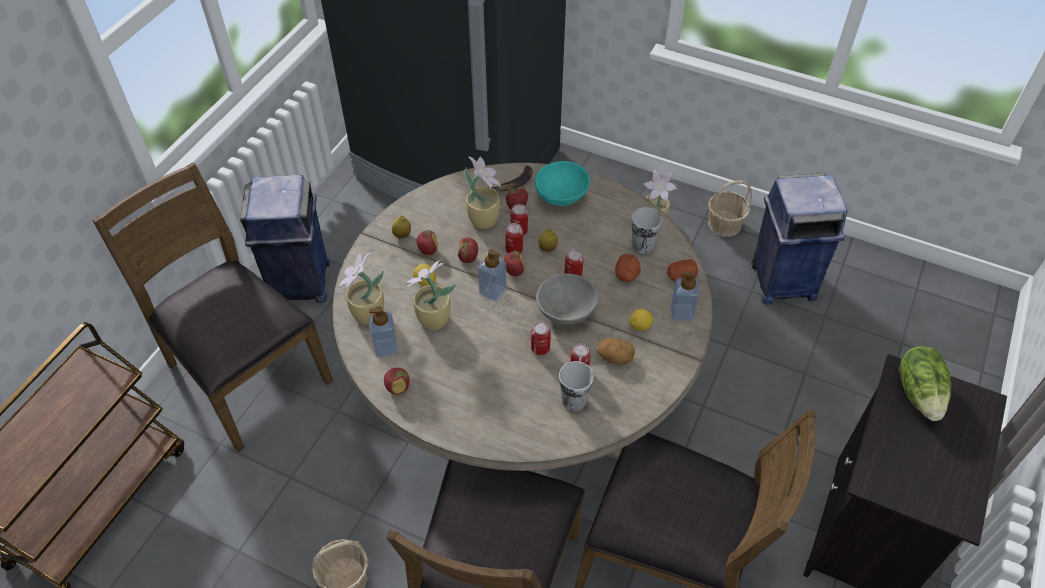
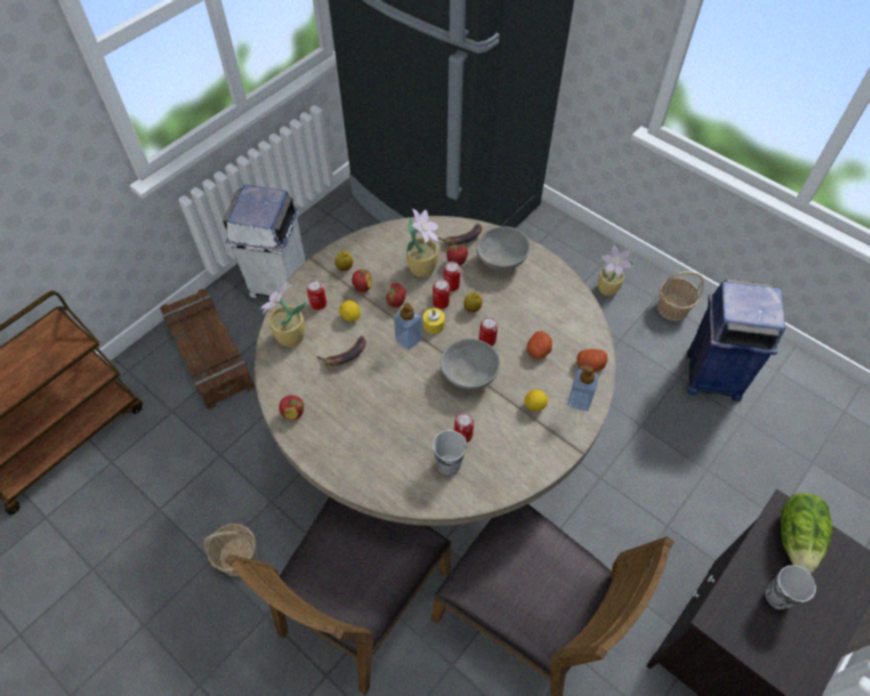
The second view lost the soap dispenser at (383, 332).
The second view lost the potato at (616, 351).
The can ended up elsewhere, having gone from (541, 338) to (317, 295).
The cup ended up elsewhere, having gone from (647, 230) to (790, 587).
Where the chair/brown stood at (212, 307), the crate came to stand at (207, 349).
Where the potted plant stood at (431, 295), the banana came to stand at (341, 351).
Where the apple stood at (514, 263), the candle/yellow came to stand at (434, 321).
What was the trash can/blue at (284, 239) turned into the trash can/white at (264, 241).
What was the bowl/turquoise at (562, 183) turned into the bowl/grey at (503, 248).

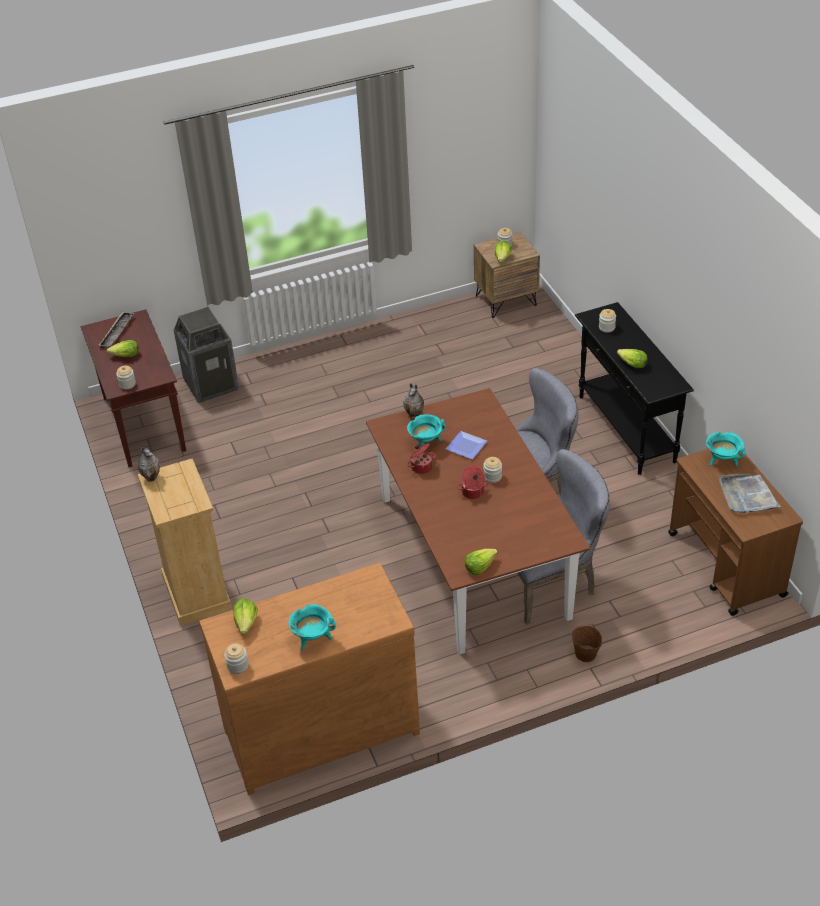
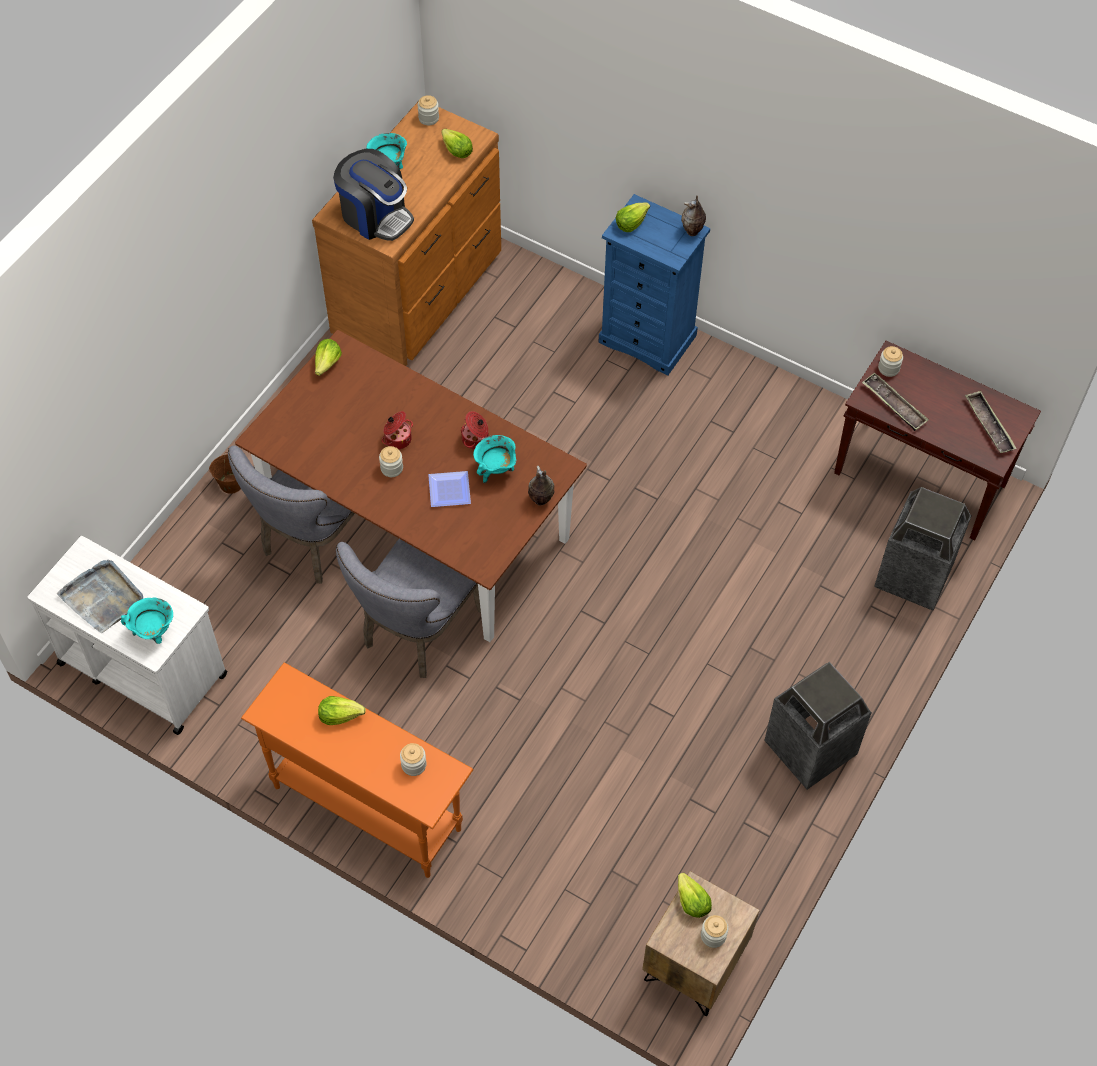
The second view gained the coffee machine at (373, 195).
The second view gained the trash can at (818, 725).
The second view gained the tray at (895, 401).
The lettuce ended up elsewhere, having gone from (122, 348) to (633, 217).
What was the dresser/beige at (185, 542) turned into the dresser/blue at (654, 284).
What was the console table/black at (634, 388) turned into the console table/orange at (357, 770).
What was the cart/brown at (735, 532) turned into the cart/white at (128, 635).

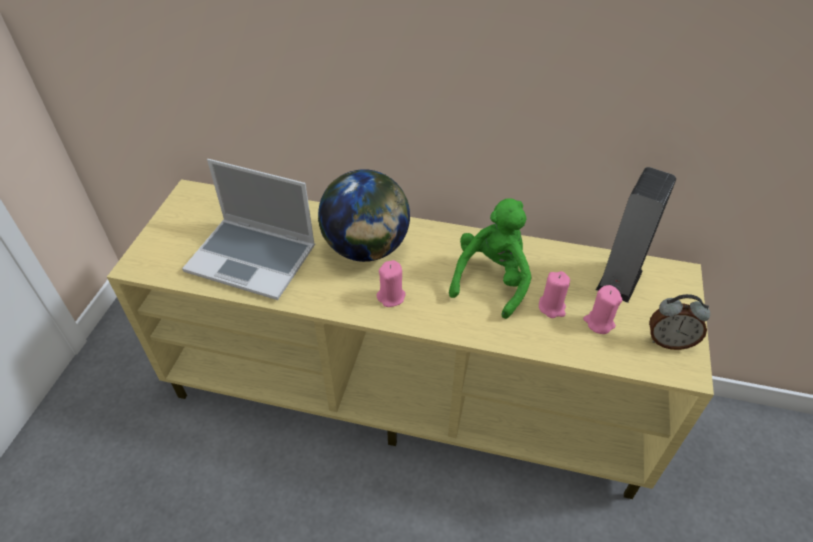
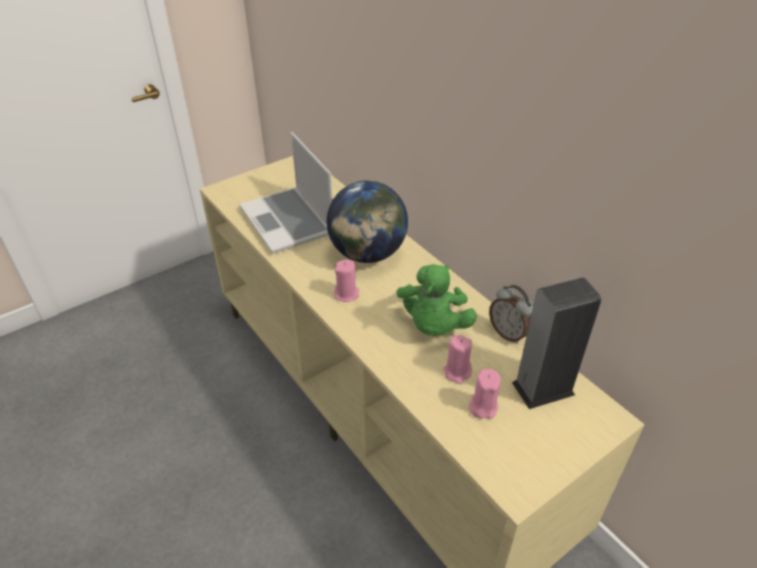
The alarm clock ended up elsewhere, having gone from (679, 322) to (511, 314).
The plush toy/green at (490, 258) ended up facing another way, 120 degrees clockwise from before.

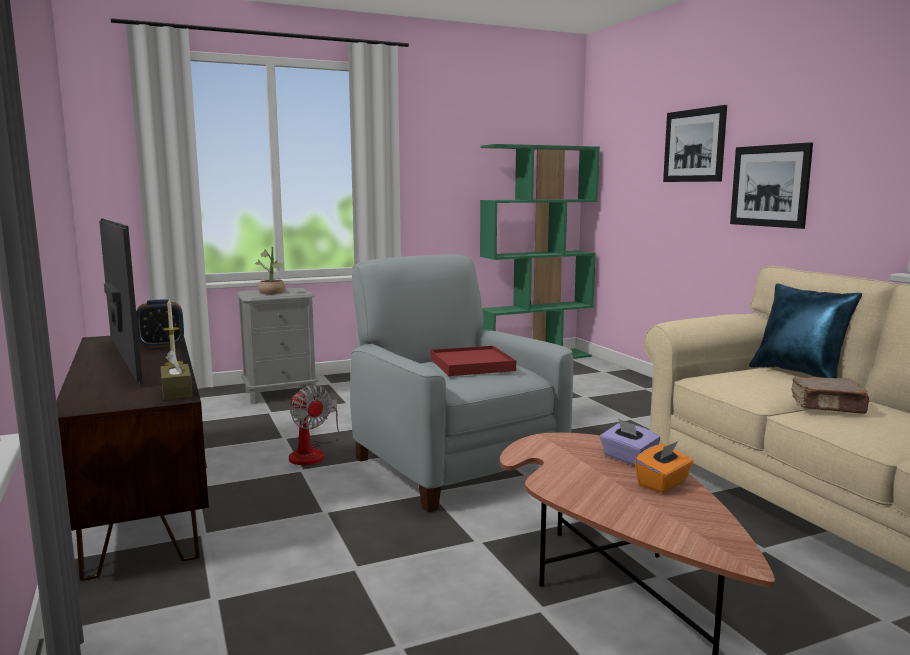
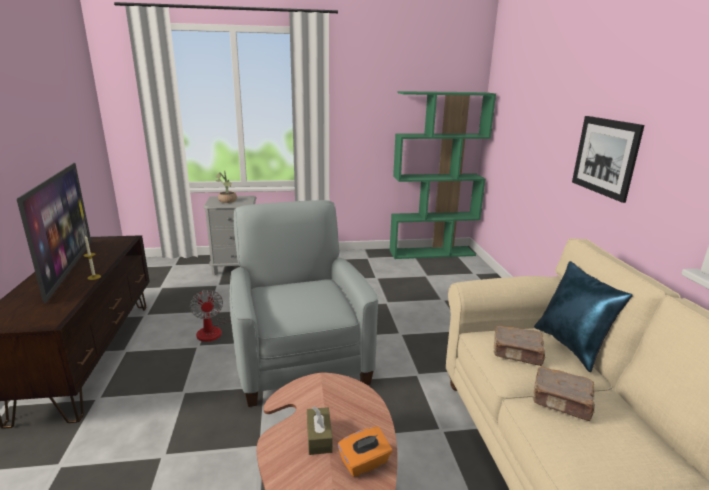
The second view lost the alarm clock at (160, 323).
The second view lost the tray/red at (473, 361).
The second view lost the tissue box/purple at (630, 442).
The second view lost the picture at (695, 143).
The second view gained the book/brown at (519, 345).
The tissue box/brown ended up elsewhere, having gone from (177, 375) to (320, 430).

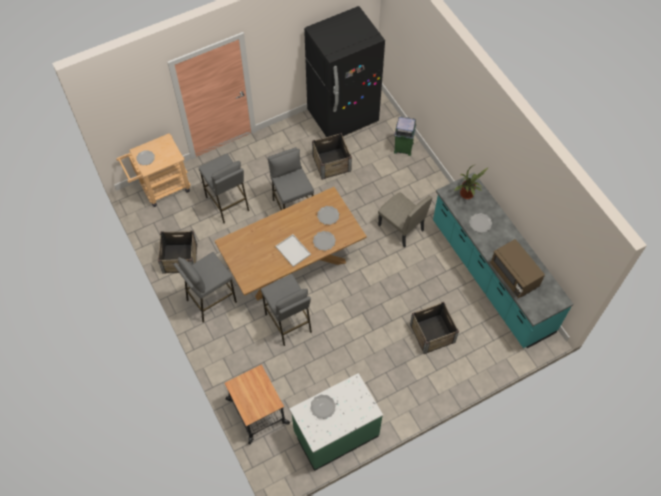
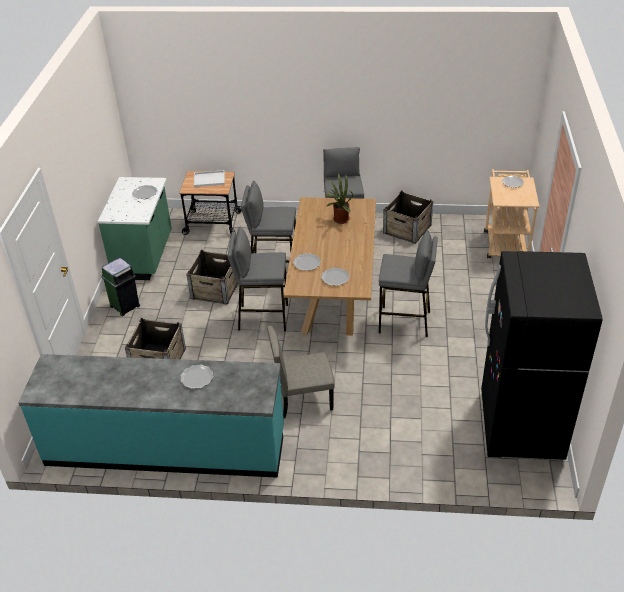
The second view lost the microwave/brown at (517, 268).
The stool/grey ended up elsewhere, having gone from (223, 189) to (258, 279).
The tray/white ended up elsewhere, having gone from (293, 250) to (209, 178).
The crate ended up elsewhere, having gone from (332, 156) to (212, 277).
The trash can/green ended up elsewhere, having gone from (405, 136) to (120, 287).
The potted plant ended up elsewhere, having gone from (471, 181) to (338, 199).

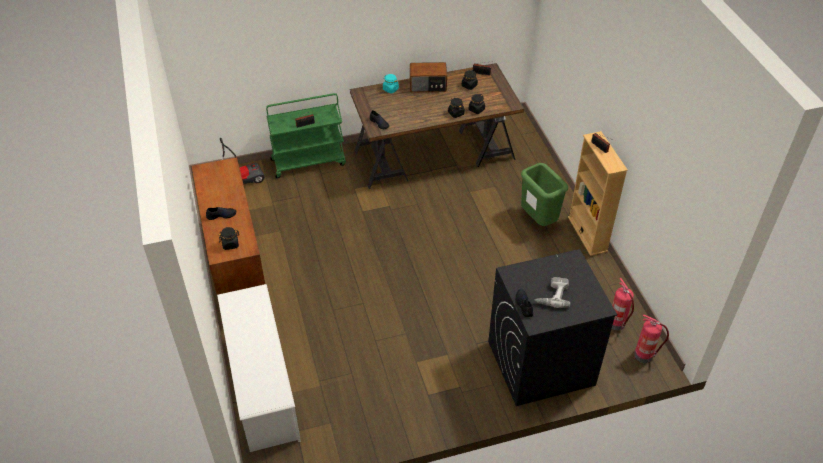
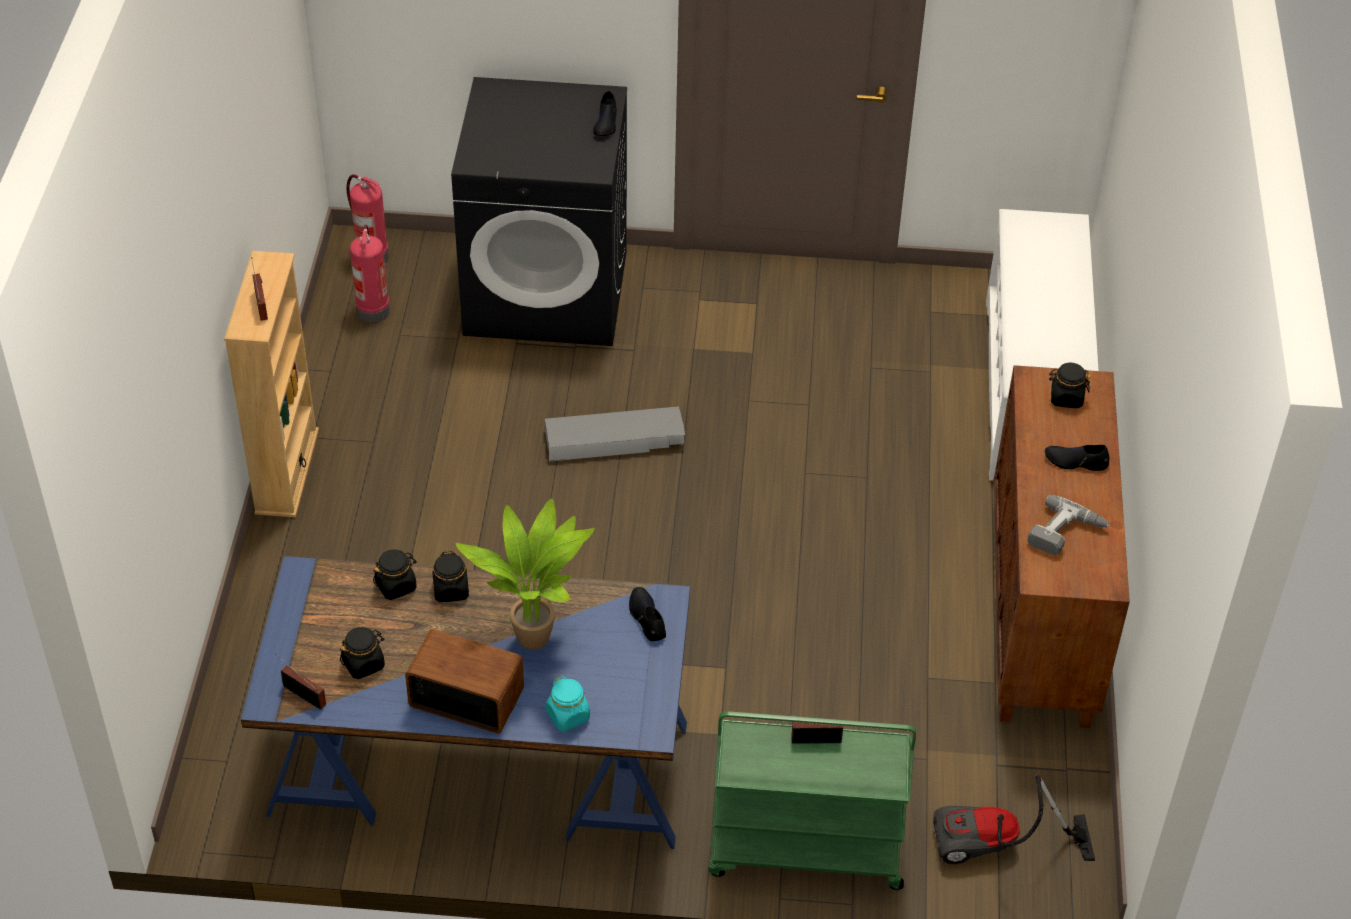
The second view lost the trash can/green at (544, 194).
The second view gained the potted plant at (525, 574).
The second view gained the storage box/grey at (615, 434).
The power drill ended up elsewhere, having gone from (552, 292) to (1068, 524).
What was the desk/brown at (437, 126) turned into the desk/blue at (465, 702).

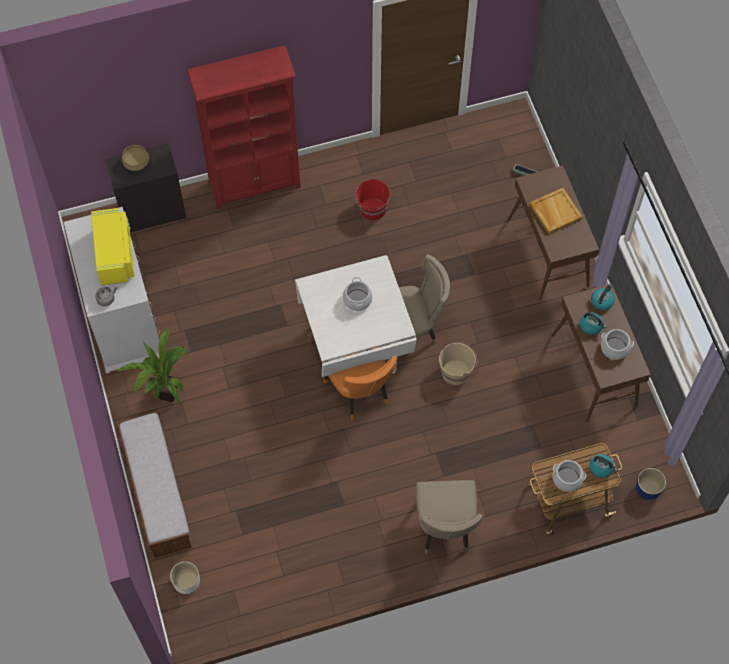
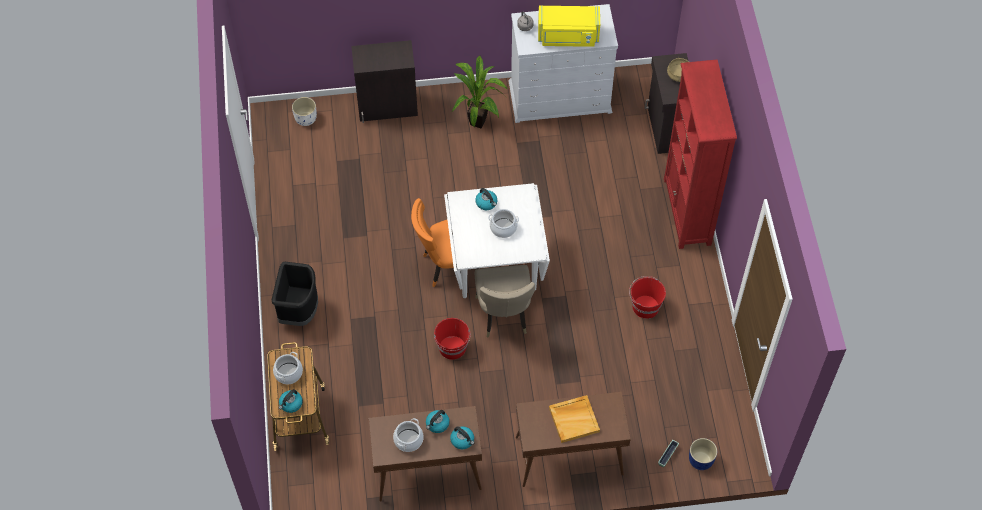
The second view gained the kettle at (486, 199).
The planter/blue ended up elsewhere, having gone from (651, 484) to (703, 454).
Where the bench stood at (155, 486), the cabinet/black came to stand at (384, 81).
Where the chair/beige stood at (449, 517), the trash can/black came to stand at (295, 294).
What was the bucket/beige at (458, 363) turned into the bucket/red at (452, 339).

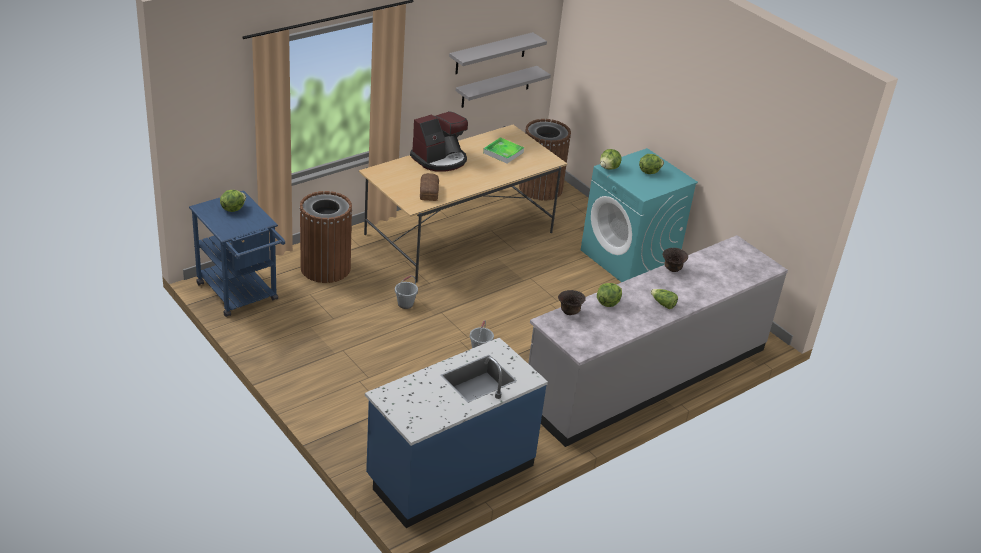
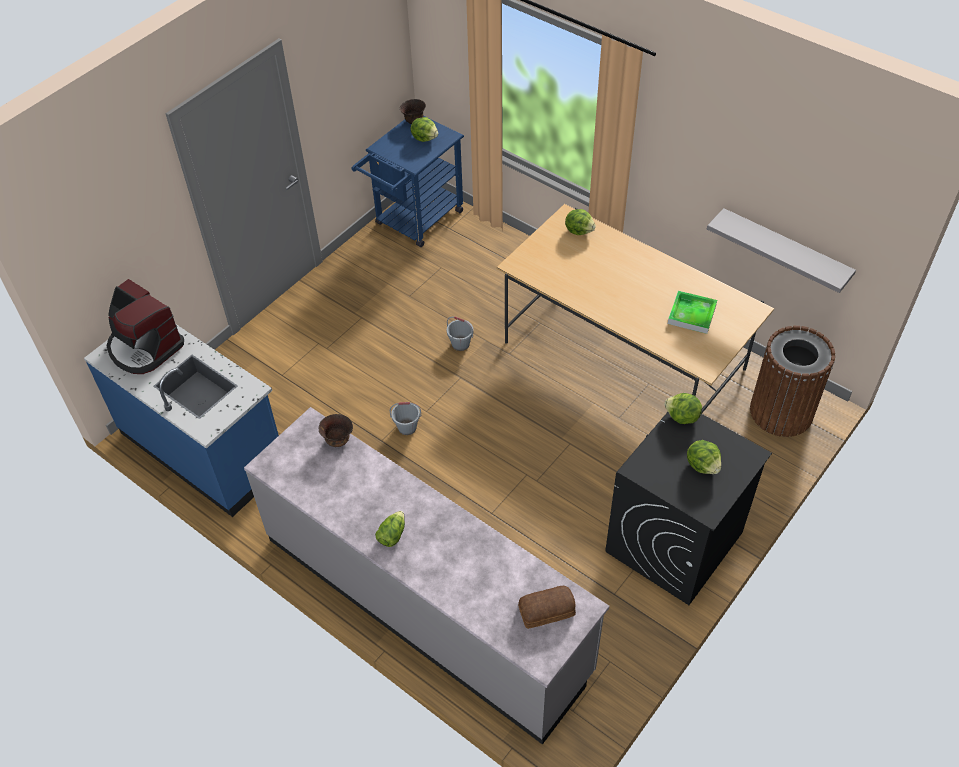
The second view lost the trash can/brown at (325, 237).
The second view lost the shelf/grey at (498, 53).
The coffee machine ended up elsewhere, having gone from (439, 141) to (145, 326).
The bread ended up elsewhere, having gone from (429, 187) to (547, 607).
The lettuce ended up elsewhere, having gone from (609, 295) to (580, 222).
The bowl/brown ended up elsewhere, having gone from (675, 260) to (413, 111).
What was the washing machine/turquoise at (639, 215) turned into the washing machine/black at (688, 508).

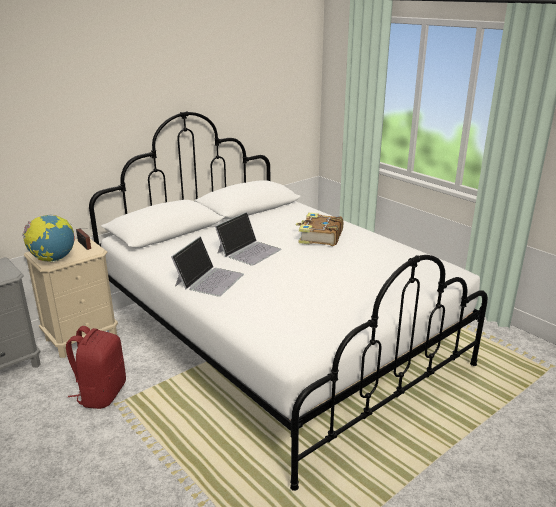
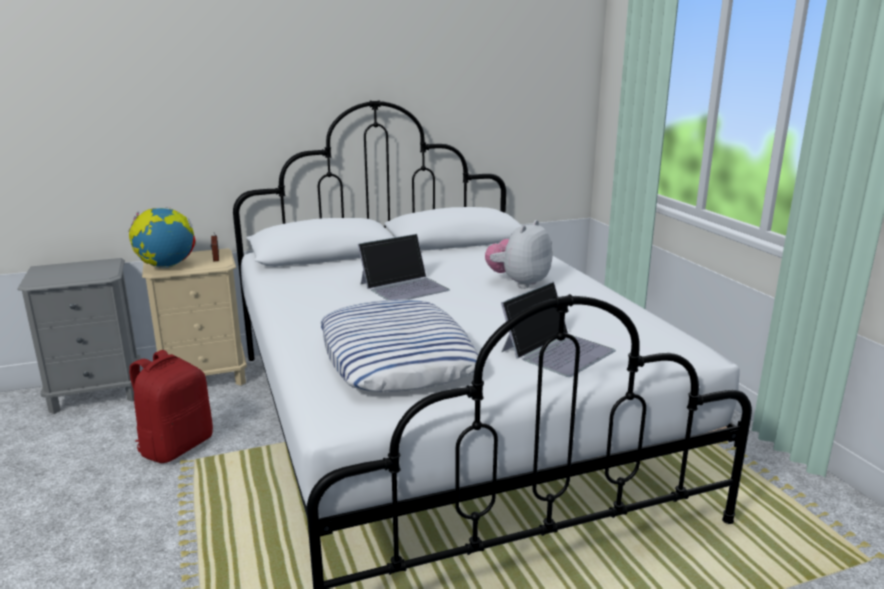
The second view gained the pillow at (399, 345).
The laptop ended up elsewhere, having gone from (207, 266) to (558, 329).
Where the book stood at (319, 229), the plush toy came to stand at (518, 254).

